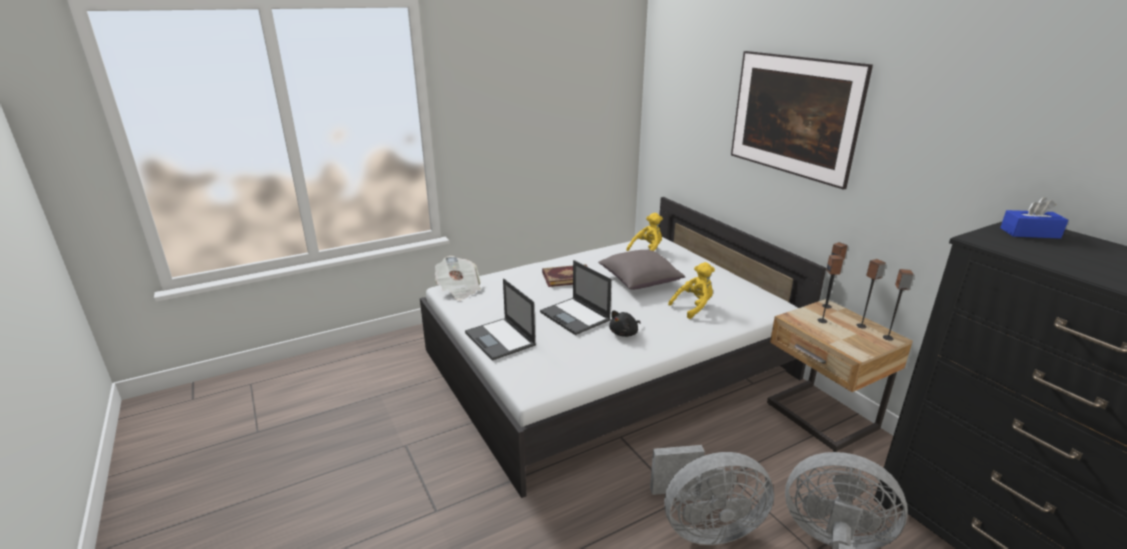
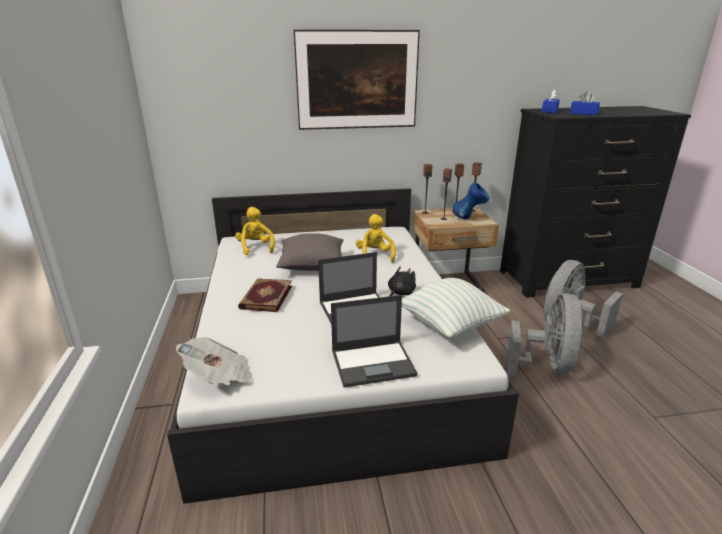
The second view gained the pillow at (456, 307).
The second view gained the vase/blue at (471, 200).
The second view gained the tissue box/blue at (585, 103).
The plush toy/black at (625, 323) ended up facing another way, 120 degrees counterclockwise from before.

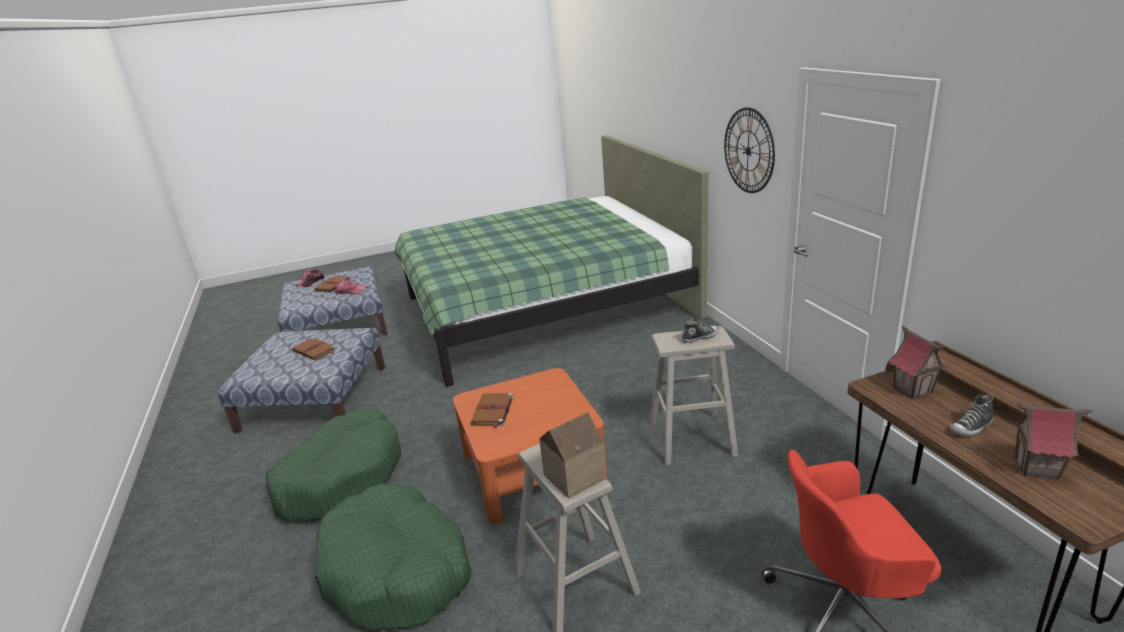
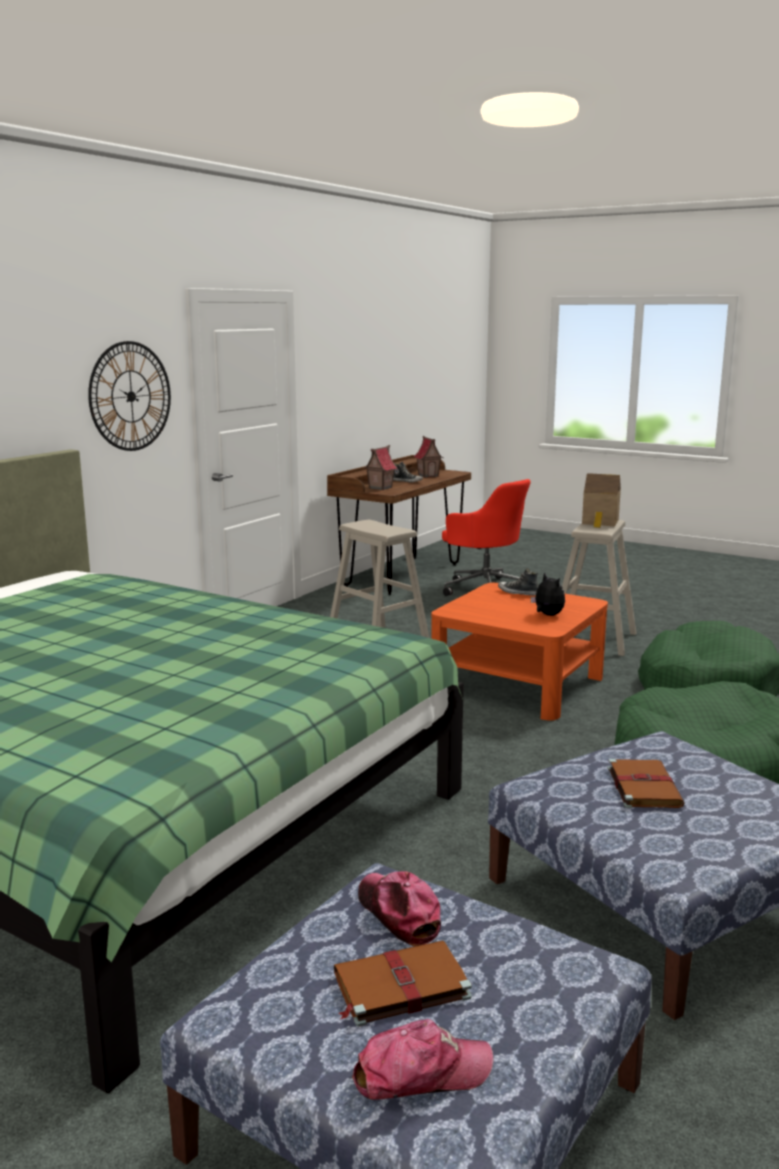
The shoe ended up elsewhere, having gone from (700, 330) to (518, 582).
Where the book/brown stood at (491, 411), the plush toy came to stand at (548, 594).

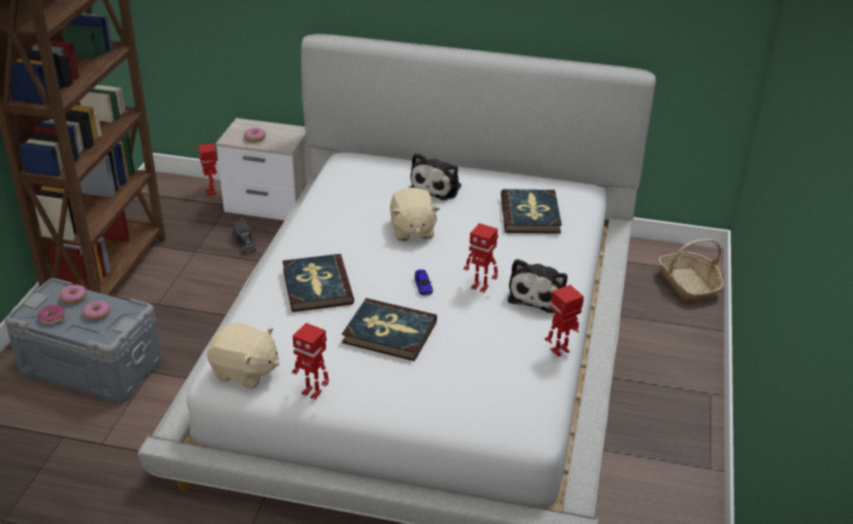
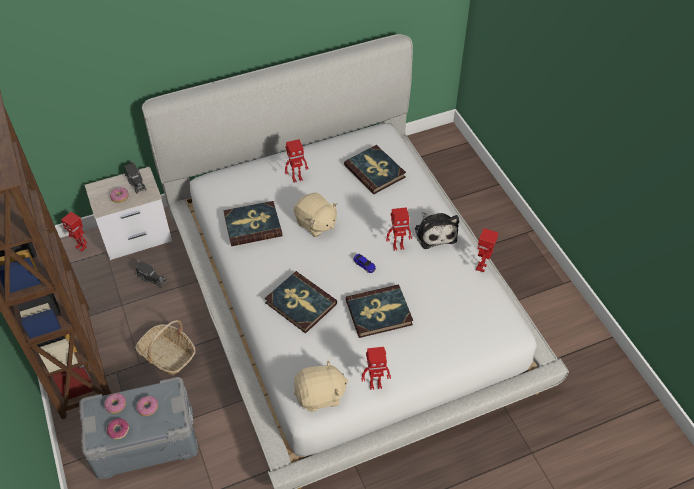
The second view gained the toy truck at (135, 177).
The second view gained the book at (252, 223).
The basket ended up elsewhere, having gone from (691, 270) to (165, 348).
Where the plush toy stood at (435, 176), the toy robot came to stand at (297, 161).

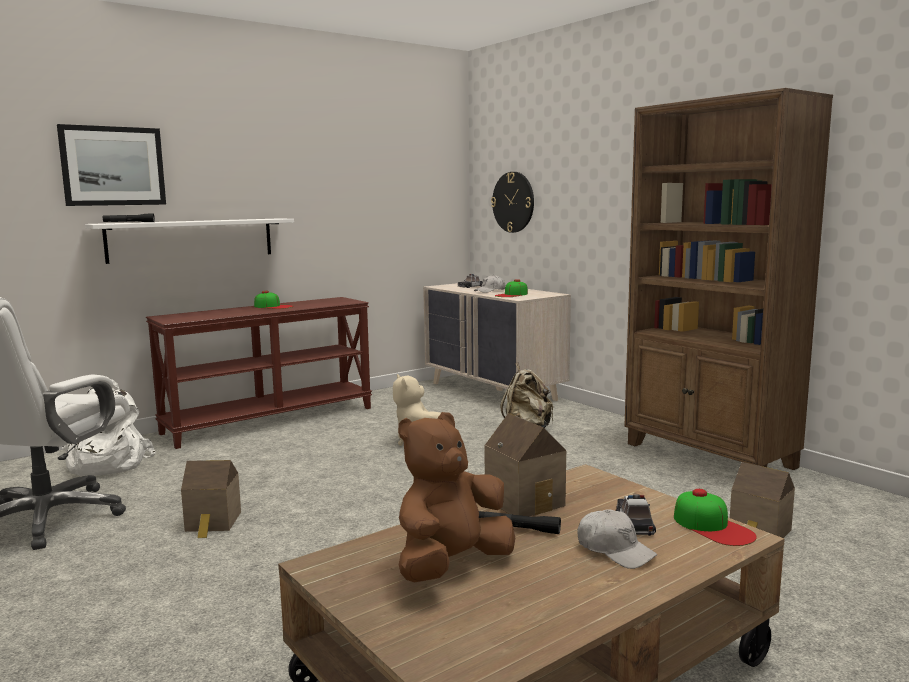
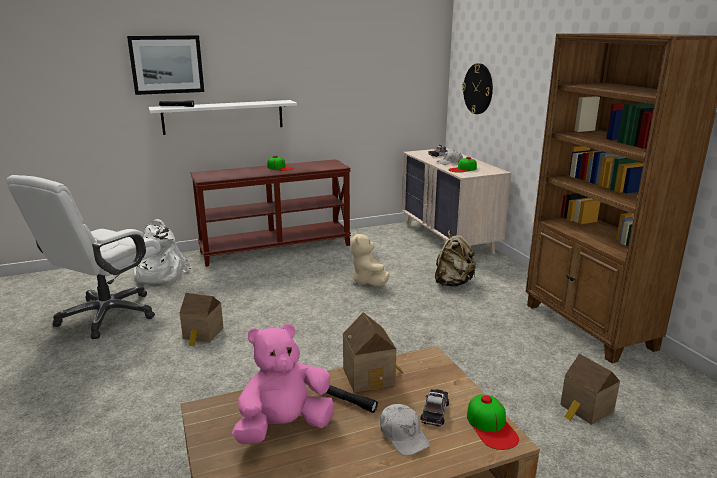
What was the plush toy/brown at (456, 497) turned into the plush toy/pink at (283, 383).

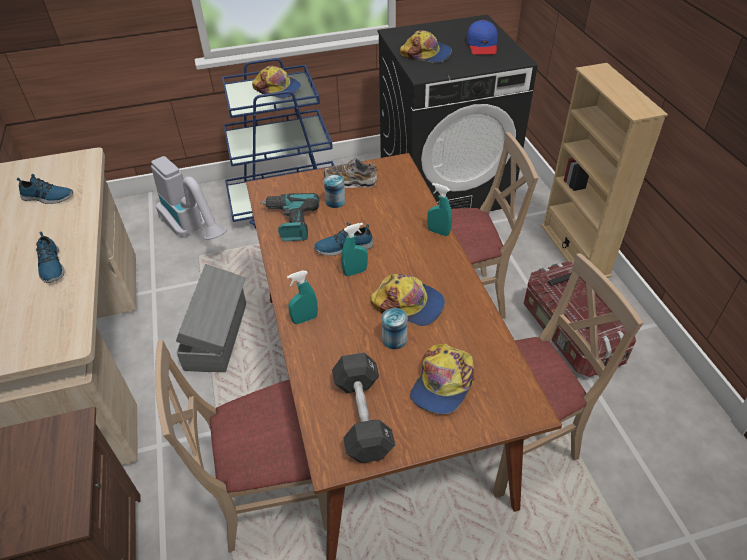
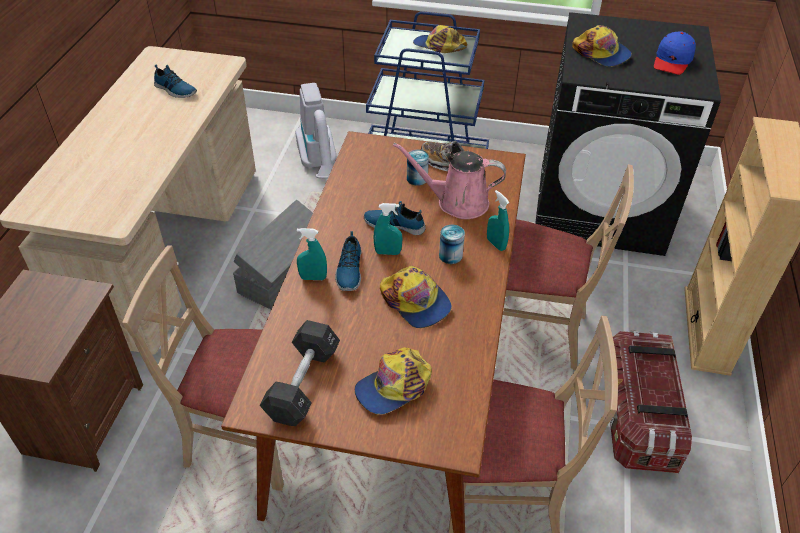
The second view lost the power drill at (289, 217).
The second view gained the watering can/pink at (449, 181).
The shoe ended up elsewhere, having gone from (50, 257) to (348, 261).
The can ended up elsewhere, having gone from (395, 328) to (452, 244).
The cap at (276, 82) ended up facing another way, 150 degrees clockwise from before.

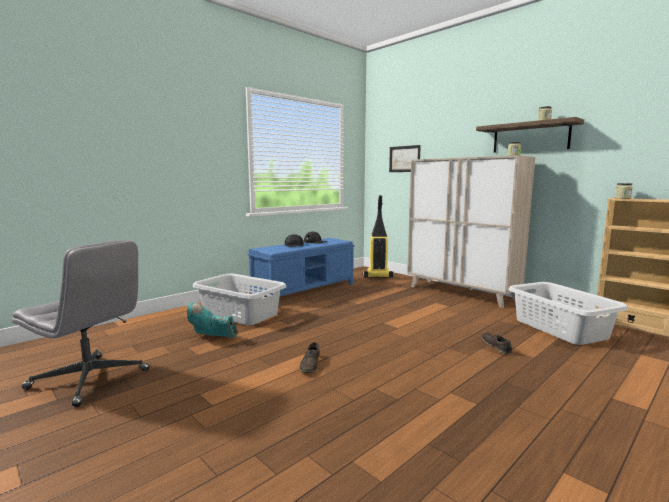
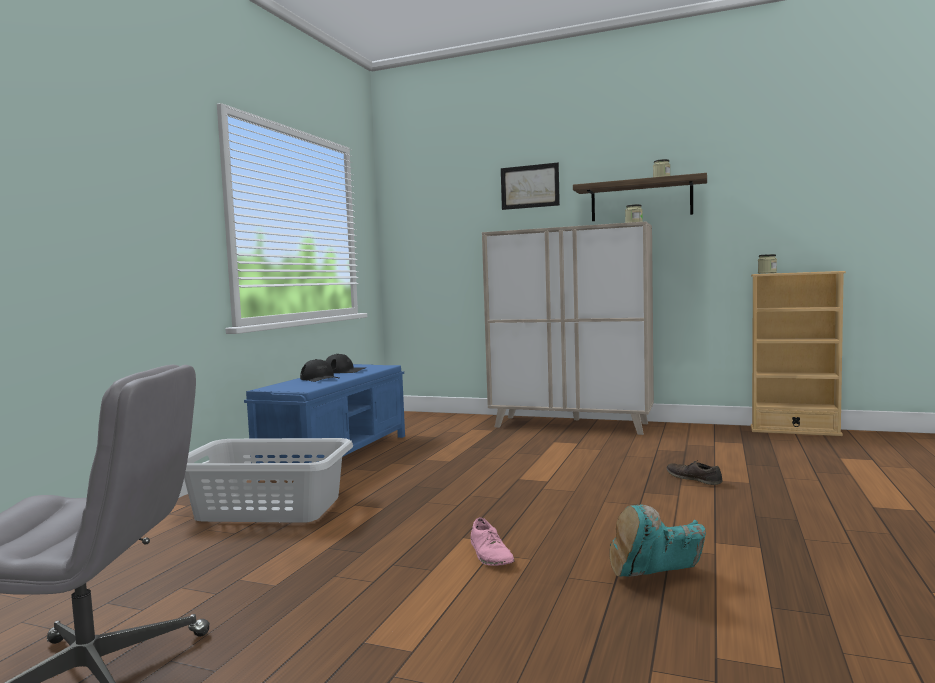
The second view lost the vacuum cleaner at (377, 236).
The second view lost the laundry basket/grey at (568, 313).
The boot/turquoise ended up elsewhere, having gone from (212, 320) to (657, 541).
The picture ended up elsewhere, having gone from (405, 158) to (530, 186).
What was the shoe/brown at (309, 357) turned into the shoe/pink at (493, 541).

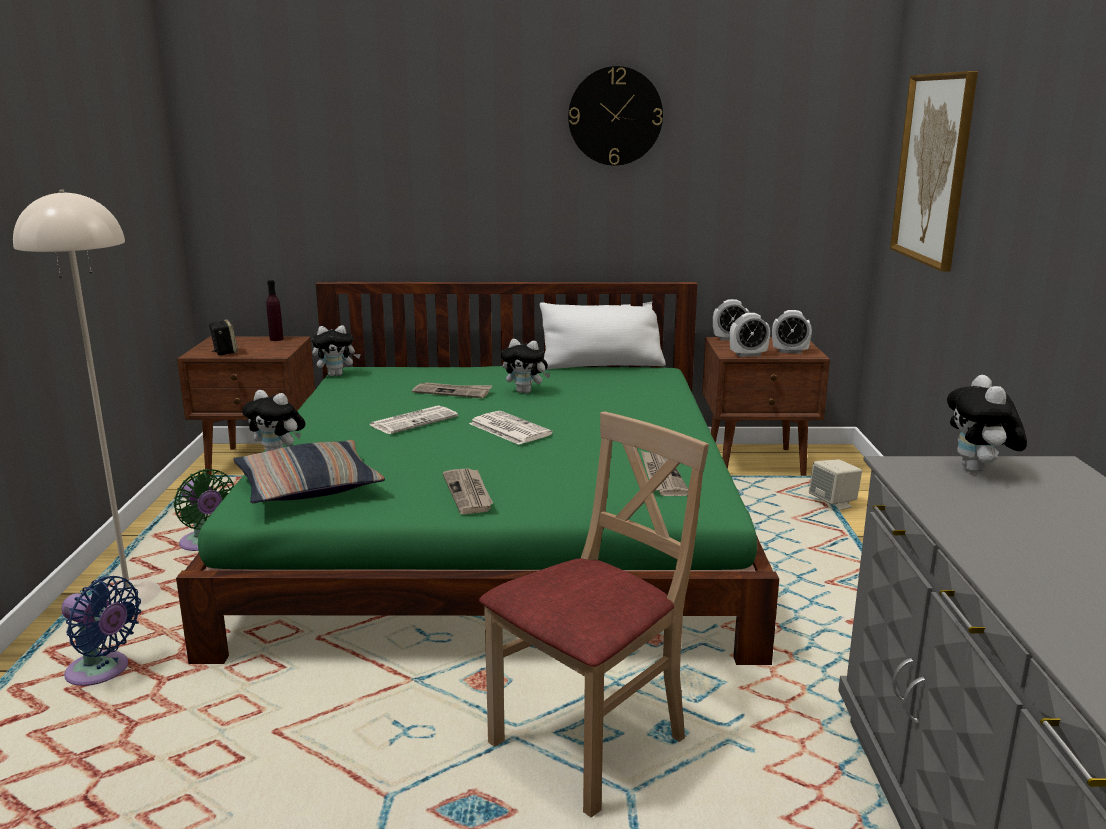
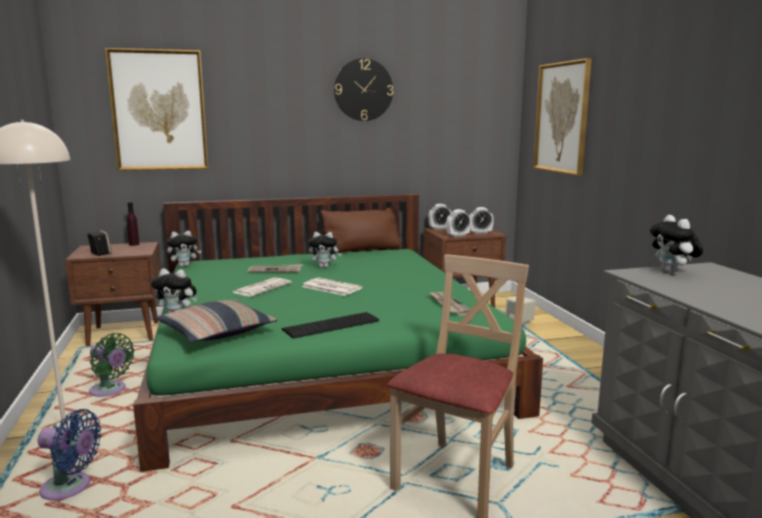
The second view gained the picture at (156, 109).
Where the newspaper stood at (468, 491), the keyboard came to stand at (330, 325).
What was the pillow/white at (603, 336) turned into the pillow/brown at (361, 230).

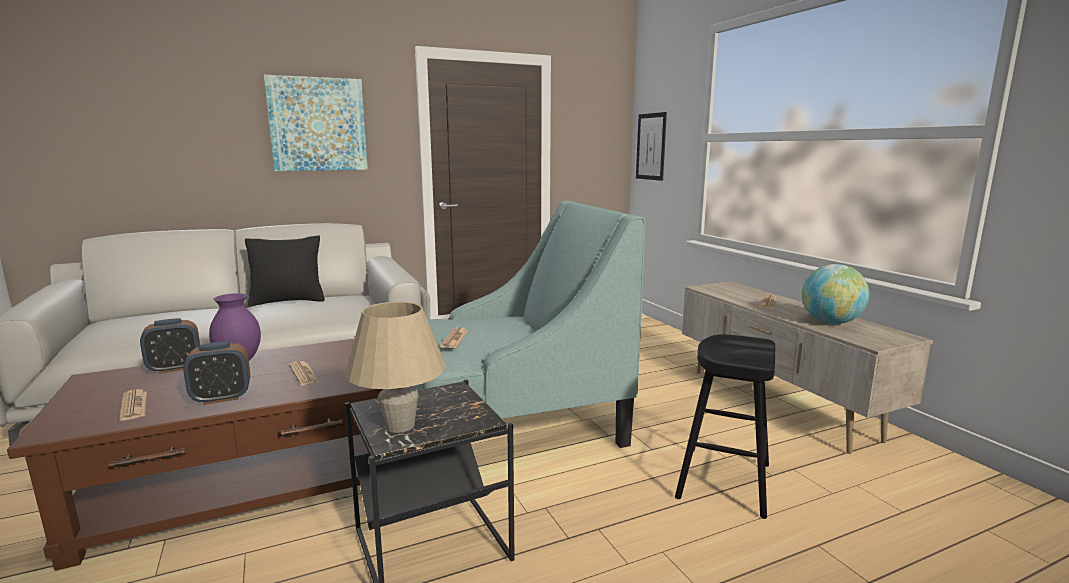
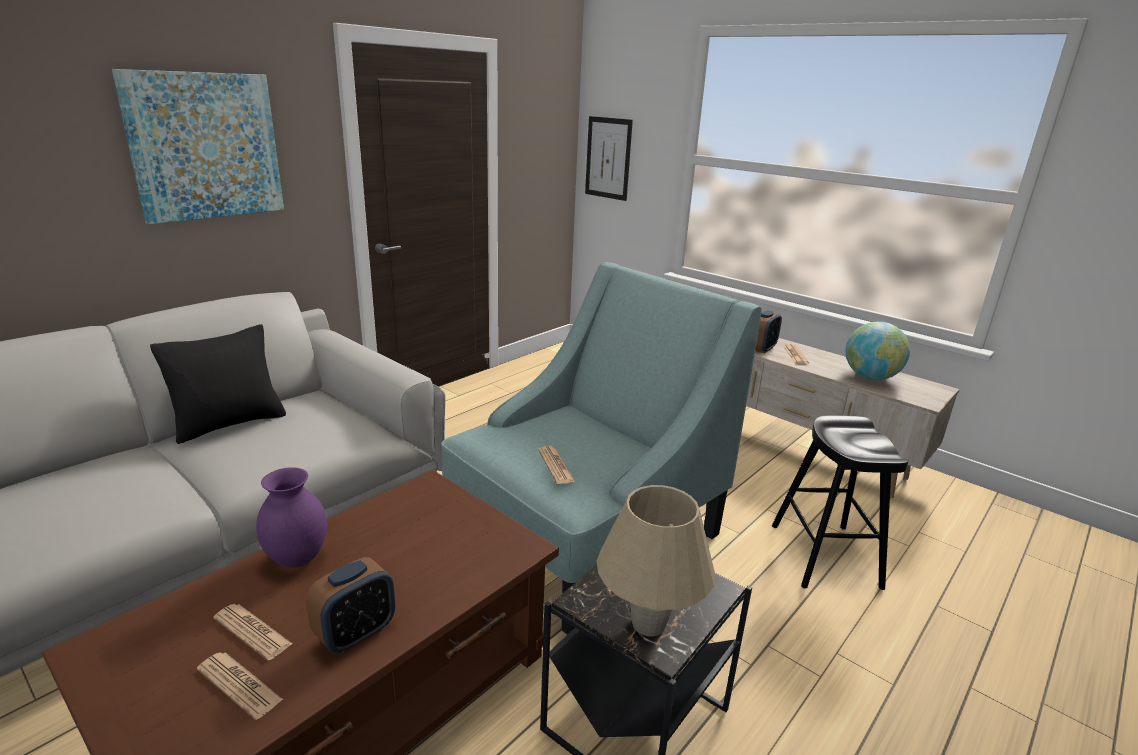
The alarm clock ended up elsewhere, having gone from (170, 346) to (768, 331).
The newspaper ended up elsewhere, having gone from (304, 373) to (253, 632).

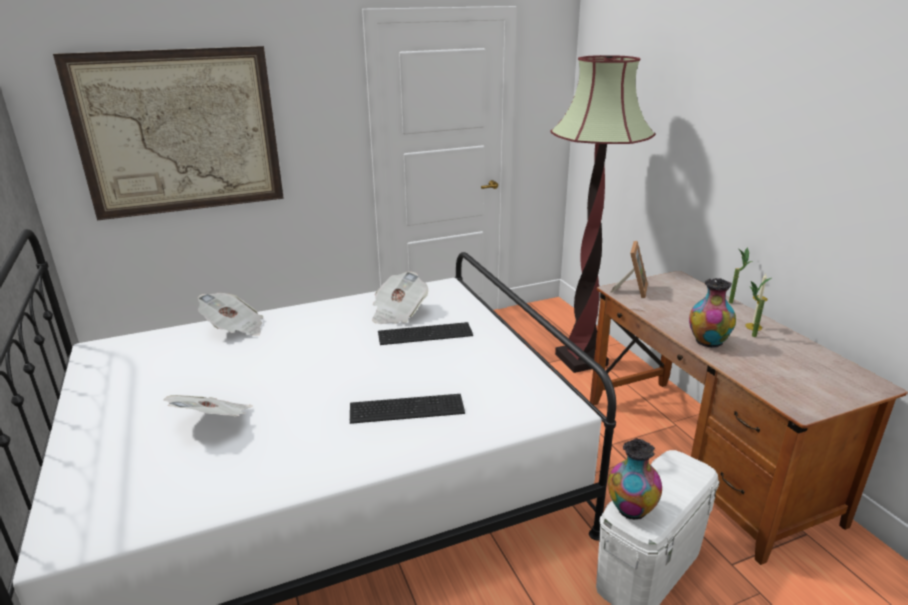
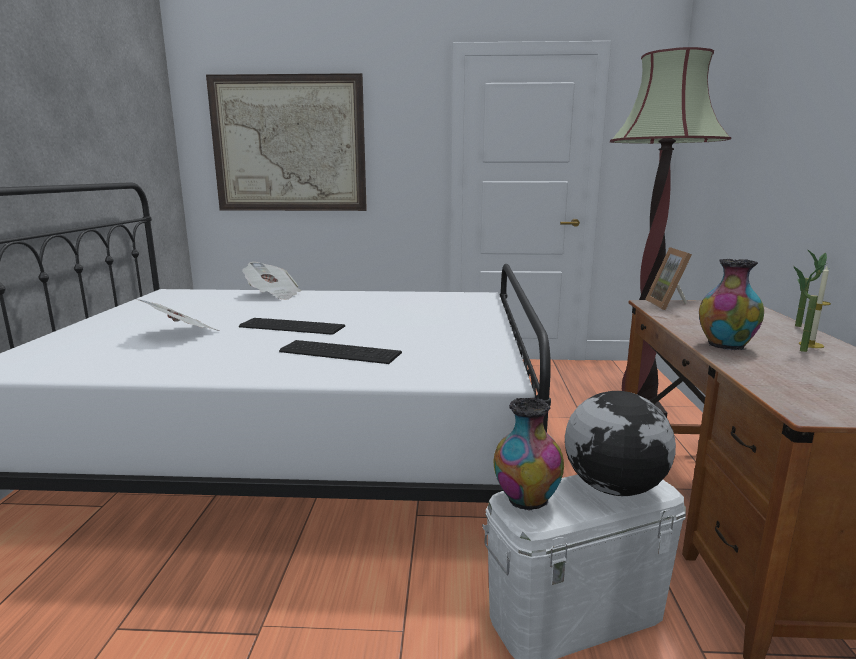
The second view lost the newspaper at (400, 297).
The second view gained the globe at (620, 443).
The keyboard ended up elsewhere, having gone from (425, 333) to (292, 326).
The picture frame at (629, 269) ended up facing another way, 135 degrees clockwise from before.

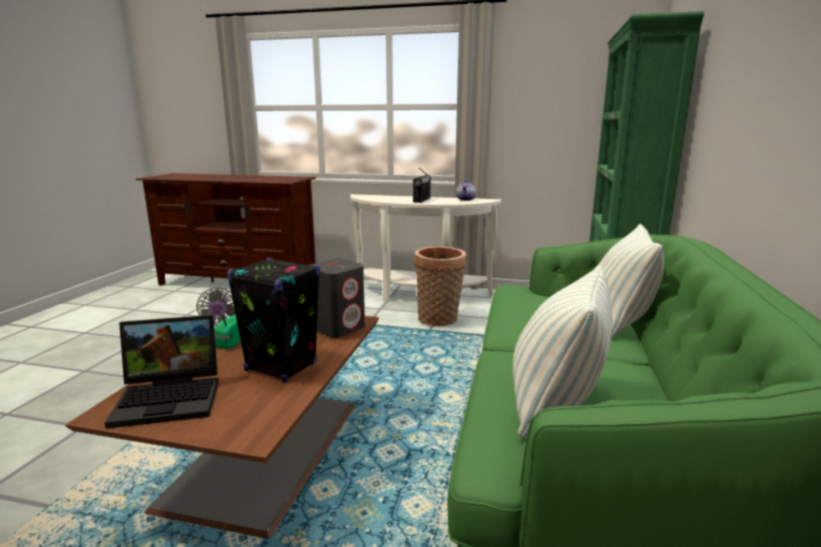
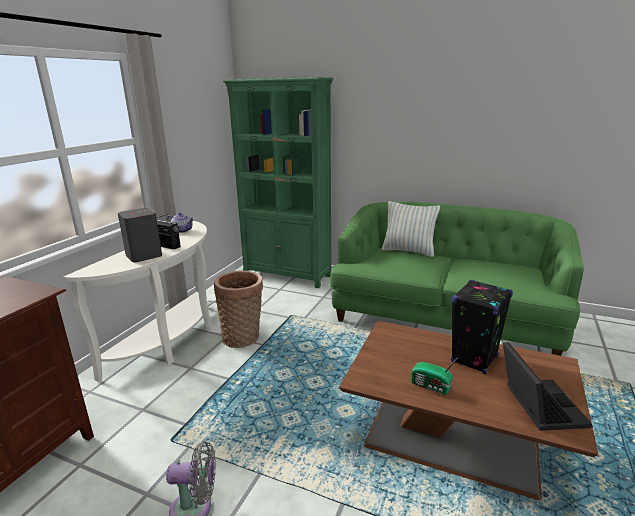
The second view lost the pillow at (562, 352).
The speaker/grey ended up elsewhere, having gone from (337, 298) to (140, 235).

